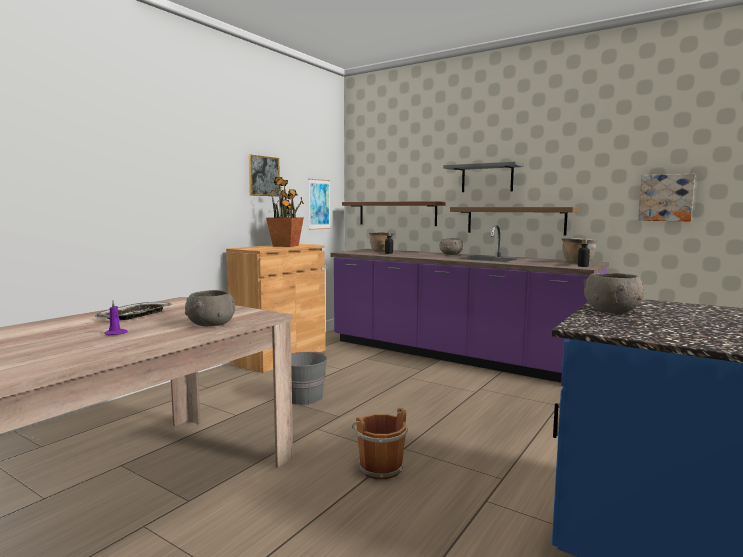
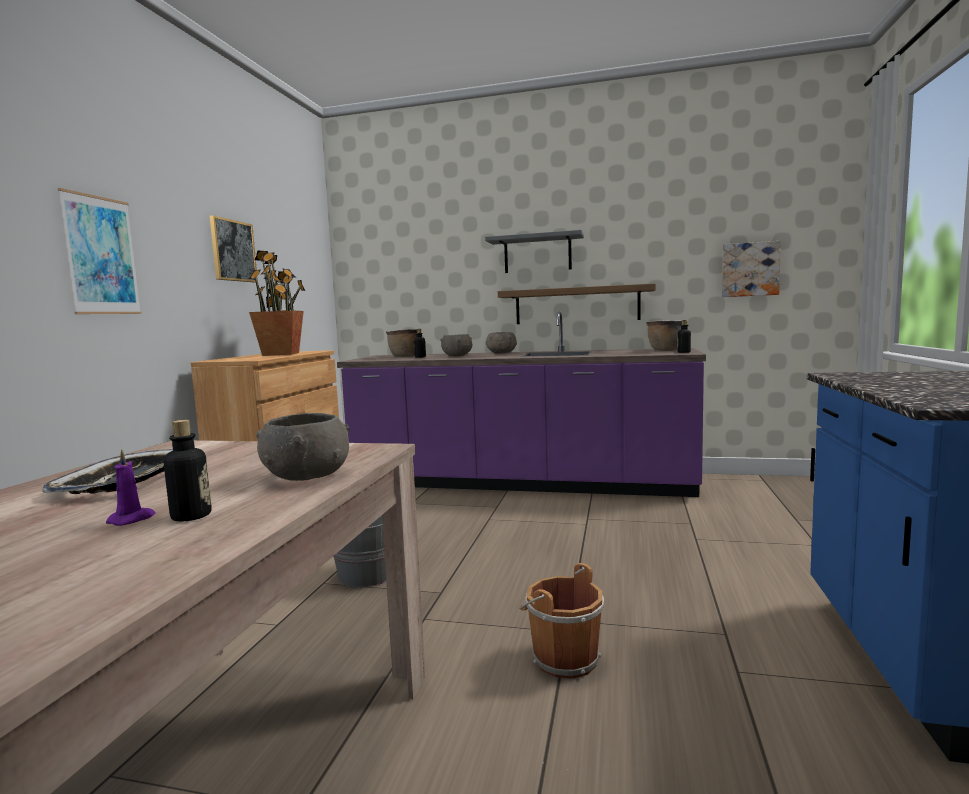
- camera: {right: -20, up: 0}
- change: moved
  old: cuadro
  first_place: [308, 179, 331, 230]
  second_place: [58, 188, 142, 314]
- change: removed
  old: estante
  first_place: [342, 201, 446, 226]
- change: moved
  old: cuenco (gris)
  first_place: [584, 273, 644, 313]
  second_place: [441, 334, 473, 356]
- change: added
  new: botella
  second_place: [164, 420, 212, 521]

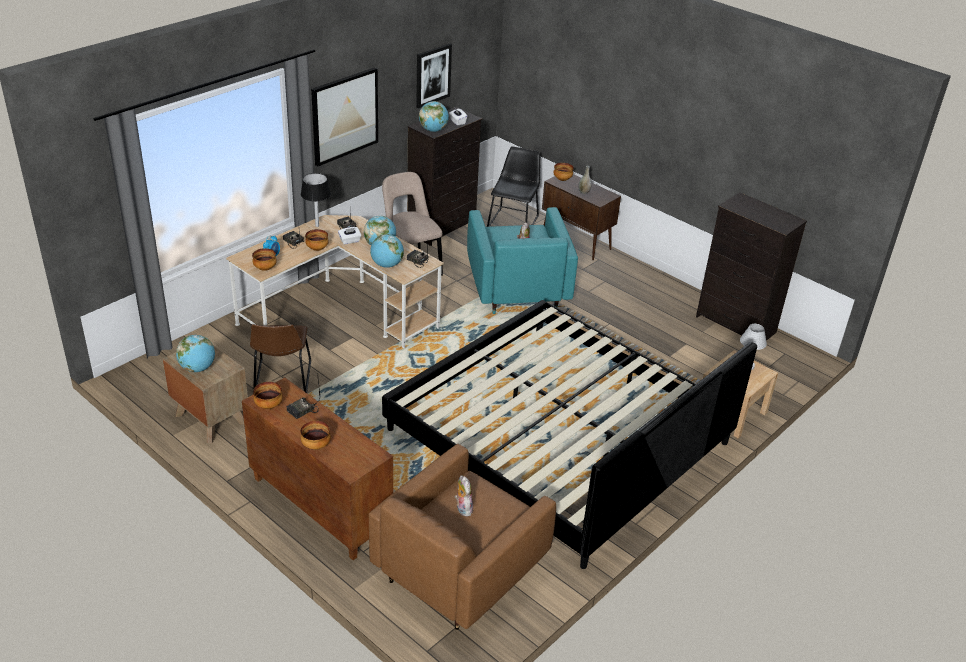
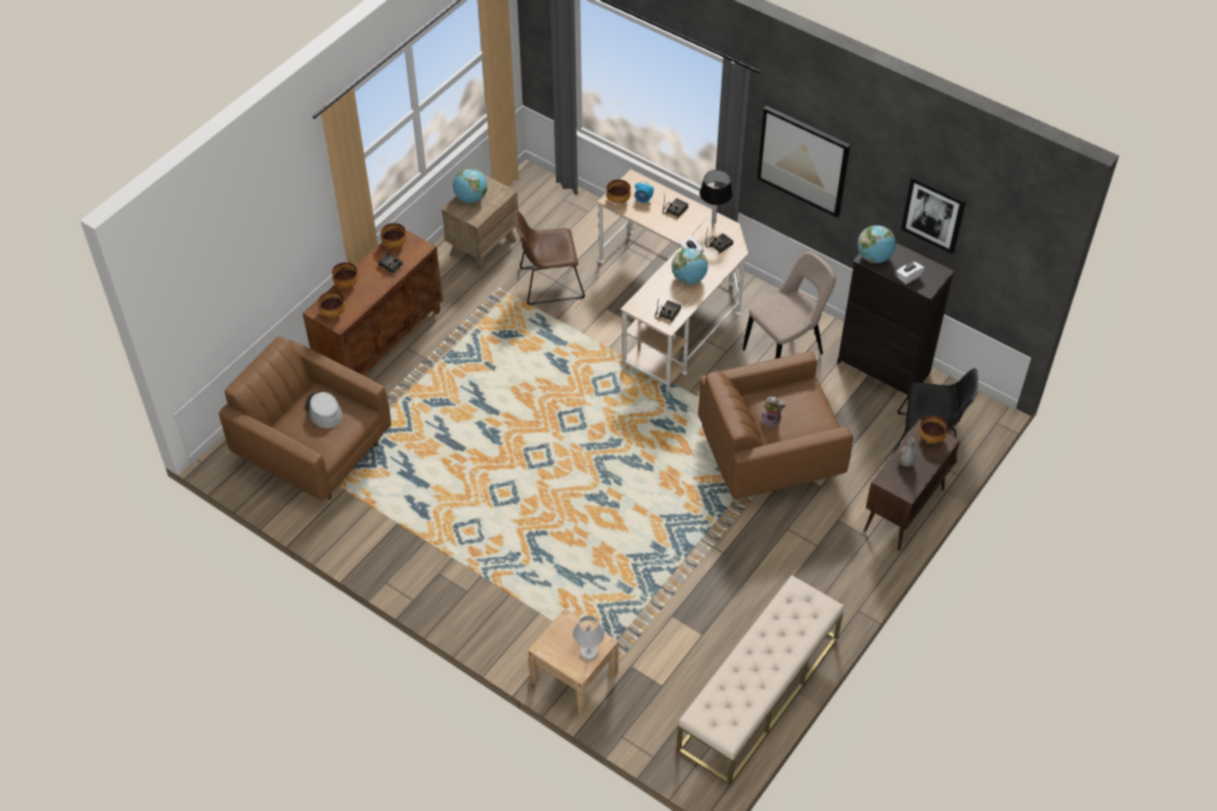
- camera: {right: 85, up: 15}
- change: replaced
  old: cómoda (negro)
  new: banco (beis)
  first_place: [696, 192, 807, 341]
  second_place: [676, 575, 844, 785]
- change: recoloured
  old: sillón (turquesa)
  new: sillón (marrón)
  first_place: [467, 207, 578, 314]
  second_place: [698, 351, 853, 499]
- change: moved
  old: cuenco
  first_place: [305, 229, 329, 251]
  second_place: [318, 291, 345, 317]
- change: removed
  old: globo terráqueo
  first_place: [370, 234, 404, 268]
- change: removed
  old: cama
  first_place: [382, 300, 757, 569]
- change: replaced
  old: peluche
  new: sombrero (gris)
  first_place: [455, 475, 473, 516]
  second_place: [305, 392, 343, 429]

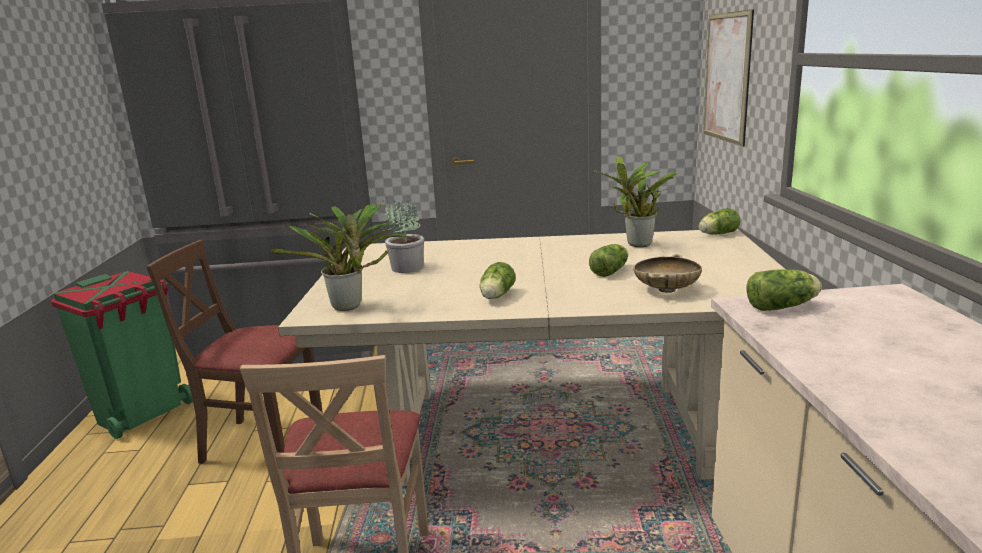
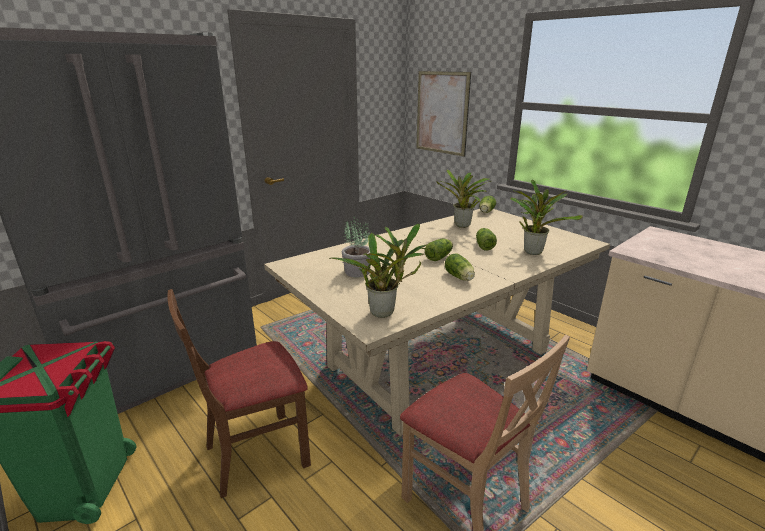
- camera: {right: -40, up: 5}
- change: replaced
  old: cuenco (beis)
  new: planta en maceta
  first_place: [634, 254, 702, 293]
  second_place: [511, 180, 583, 255]
- change: moved
  old: lechuga
  first_place: [746, 269, 822, 311]
  second_place: [425, 239, 453, 261]

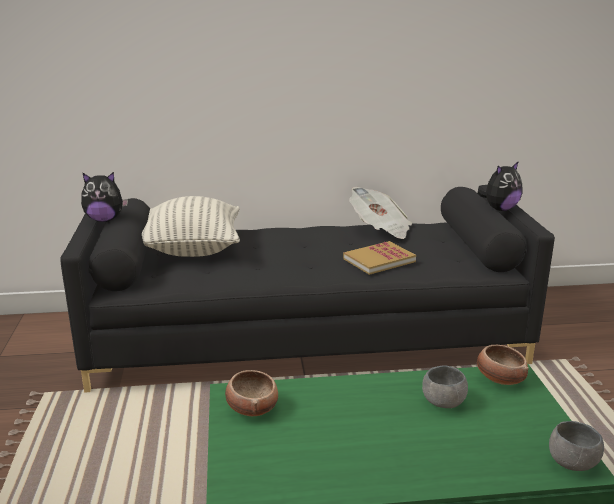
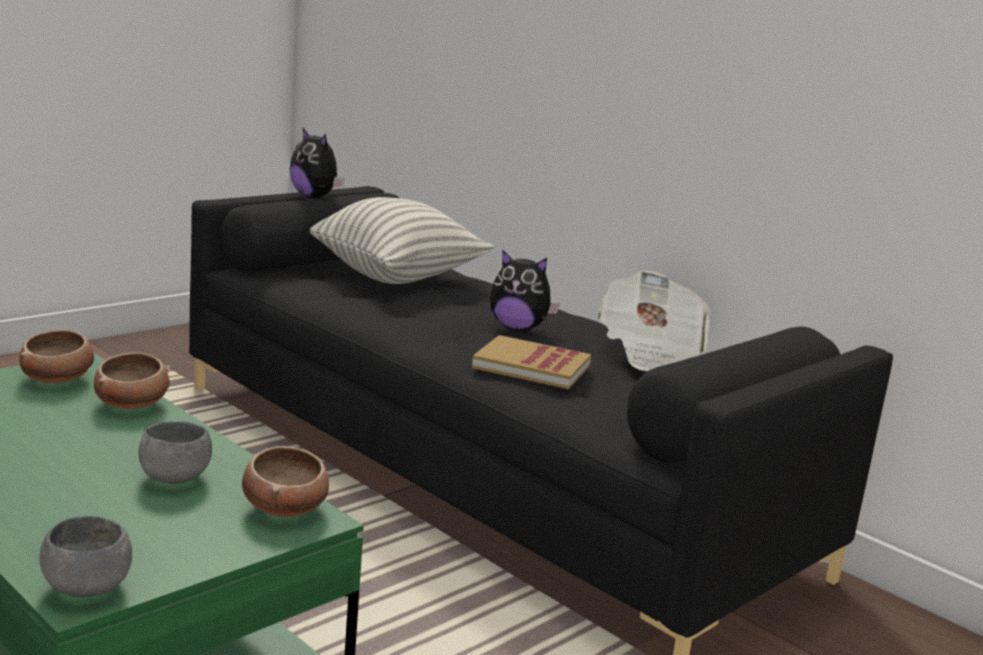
- camera: {right: 50, up: -5}
- change: moved
  old: peluche
  first_place: [477, 161, 522, 211]
  second_place: [490, 250, 560, 331]
- change: added
  new: cuenco
  second_place: [94, 352, 169, 409]

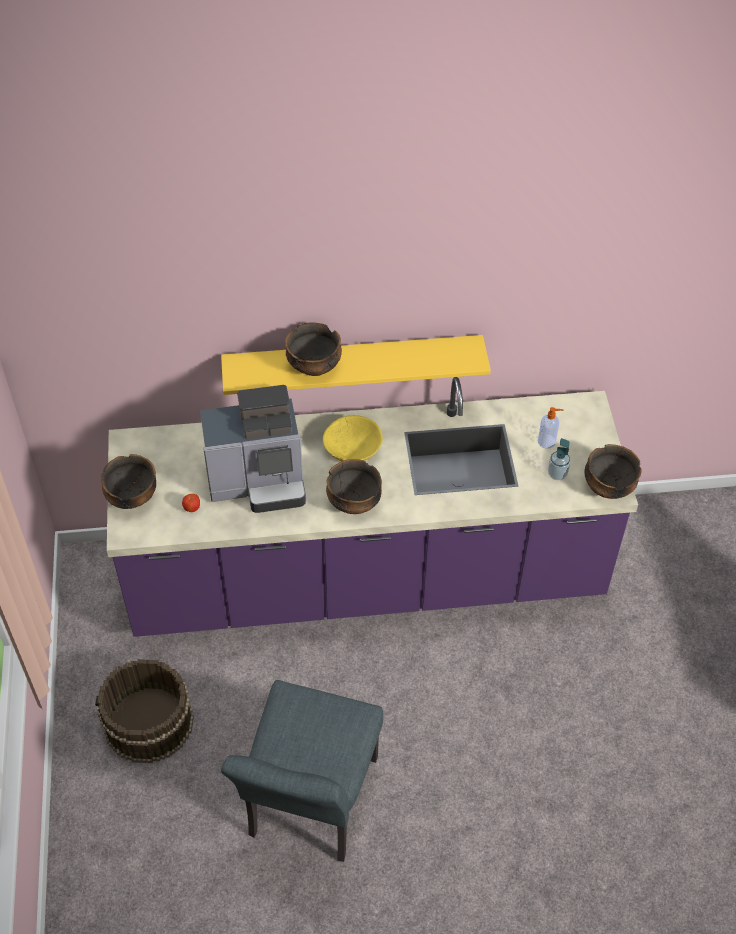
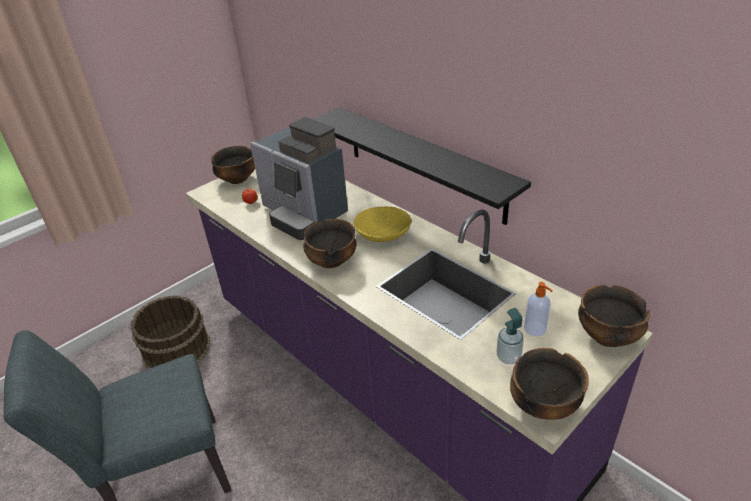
- camera: {right: 55, up: -15}
- change: moved
  old: cuenco
  first_place: [285, 322, 342, 376]
  second_place: [578, 285, 651, 347]
- change: recoloured
  old: estante (amarillo)
  new: estante (negro)
  first_place: [221, 335, 491, 395]
  second_place: [313, 107, 531, 225]

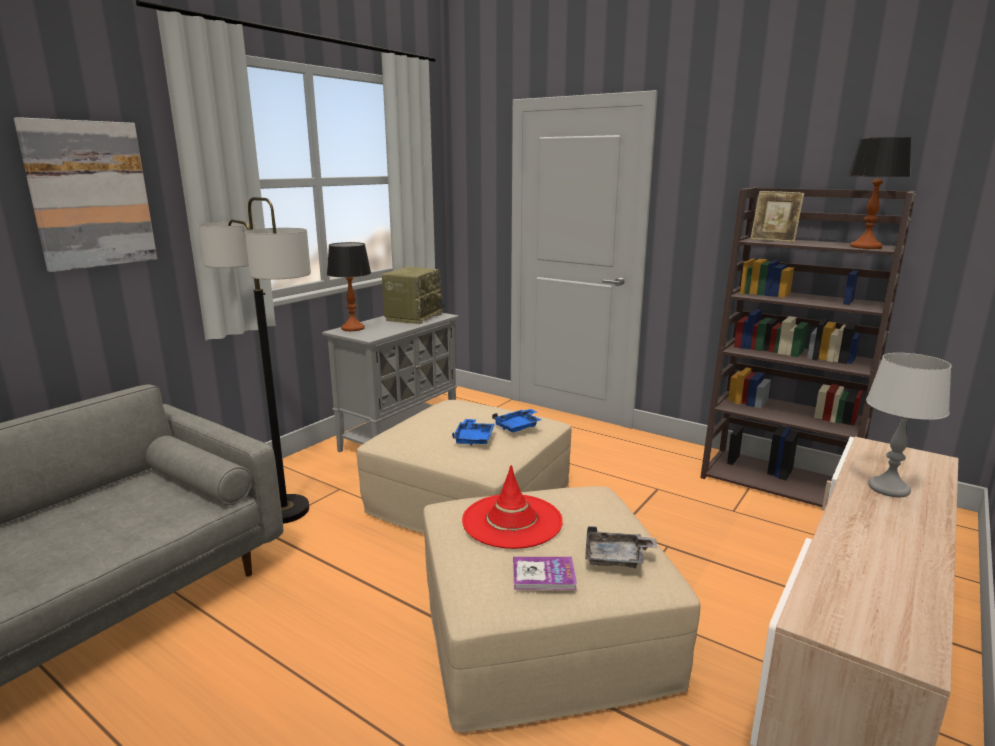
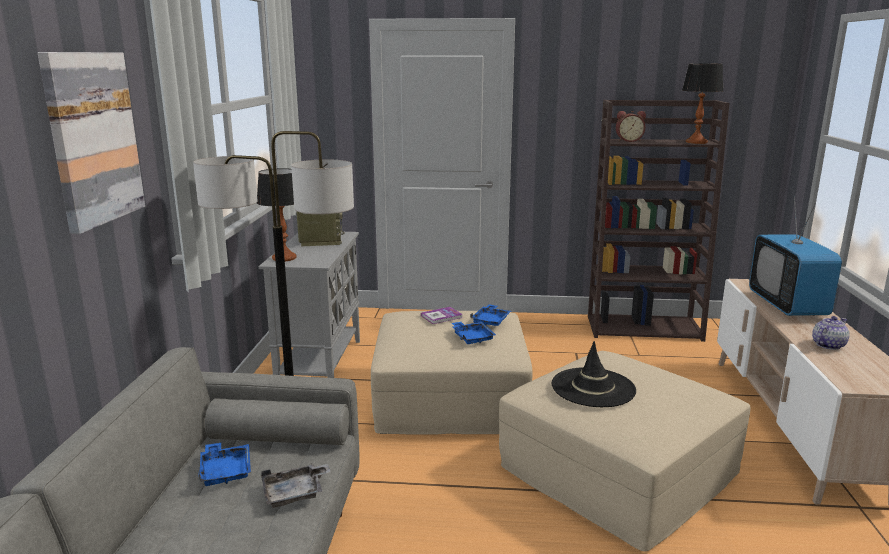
- camera: {right: -30, up: 0}
- change: replaced
  old: portarretratos
  new: despertador
  first_place: [750, 191, 804, 242]
  second_place: [616, 111, 646, 142]
- change: replaced
  old: lámpara de mesa (gris)
  new: televisor
  first_place: [866, 353, 952, 497]
  second_place: [749, 195, 842, 316]
- change: recoloured
  old: sombrero (rojo)
  new: sombrero (negro)
  first_place: [462, 465, 563, 549]
  second_place: [552, 341, 636, 407]
- change: moved
  old: bandeja (gris)
  first_place: [585, 526, 657, 568]
  second_place: [261, 464, 331, 508]
- change: moved
  old: libro
  first_place: [513, 557, 577, 590]
  second_place: [421, 307, 463, 324]
- change: added
  new: tetera
  second_place: [812, 316, 850, 350]
- change: added
  new: bandeja (azul)
  second_place: [199, 443, 251, 486]

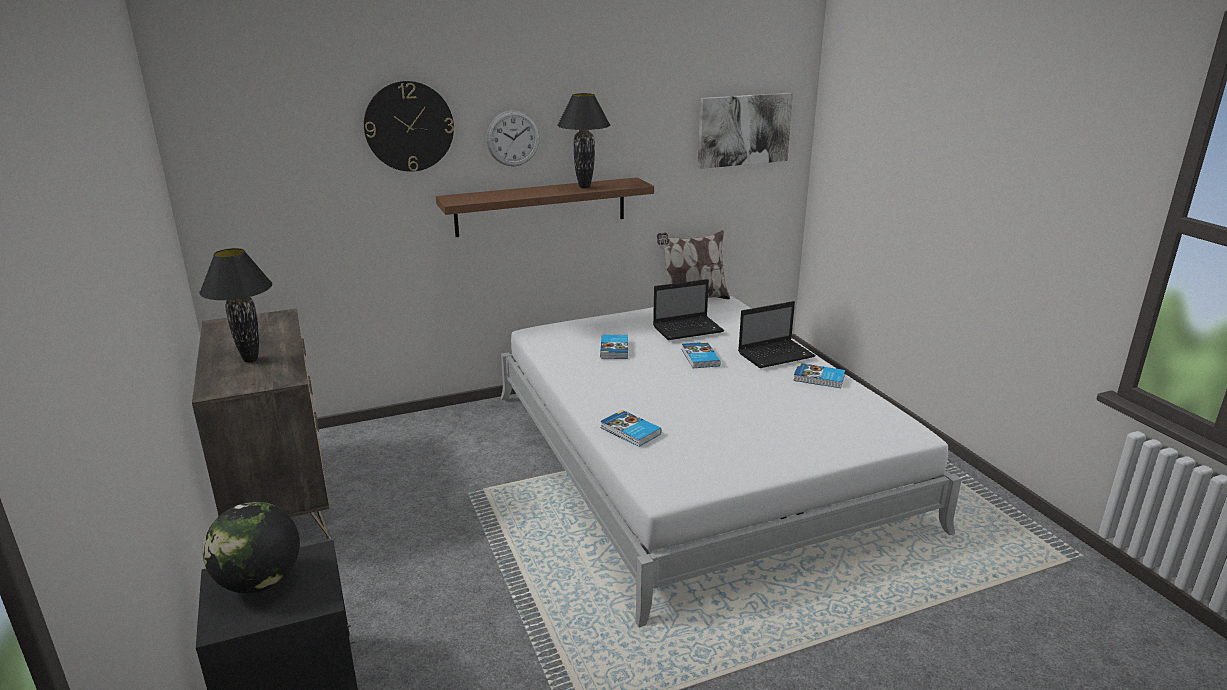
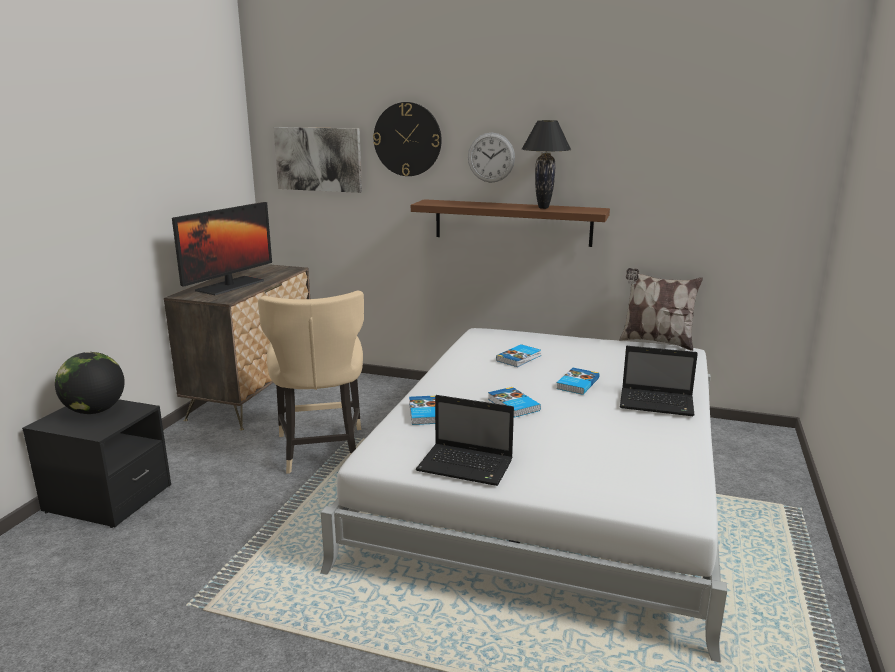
- camera: {right: 40, up: -5}
- change: moved
  old: cuadro
  first_place: [698, 93, 793, 169]
  second_place: [273, 127, 362, 193]
- change: replaced
  old: lámpara de mesa (negro)
  new: monitor
  first_place: [199, 248, 272, 363]
  second_place: [172, 202, 272, 295]
- change: moved
  old: portátil
  first_place: [653, 279, 724, 340]
  second_place: [416, 395, 514, 486]
- change: moved
  old: libro
  first_place: [793, 363, 845, 388]
  second_place: [488, 387, 541, 417]
- change: added
  new: silla (beis)
  second_place: [258, 290, 364, 474]

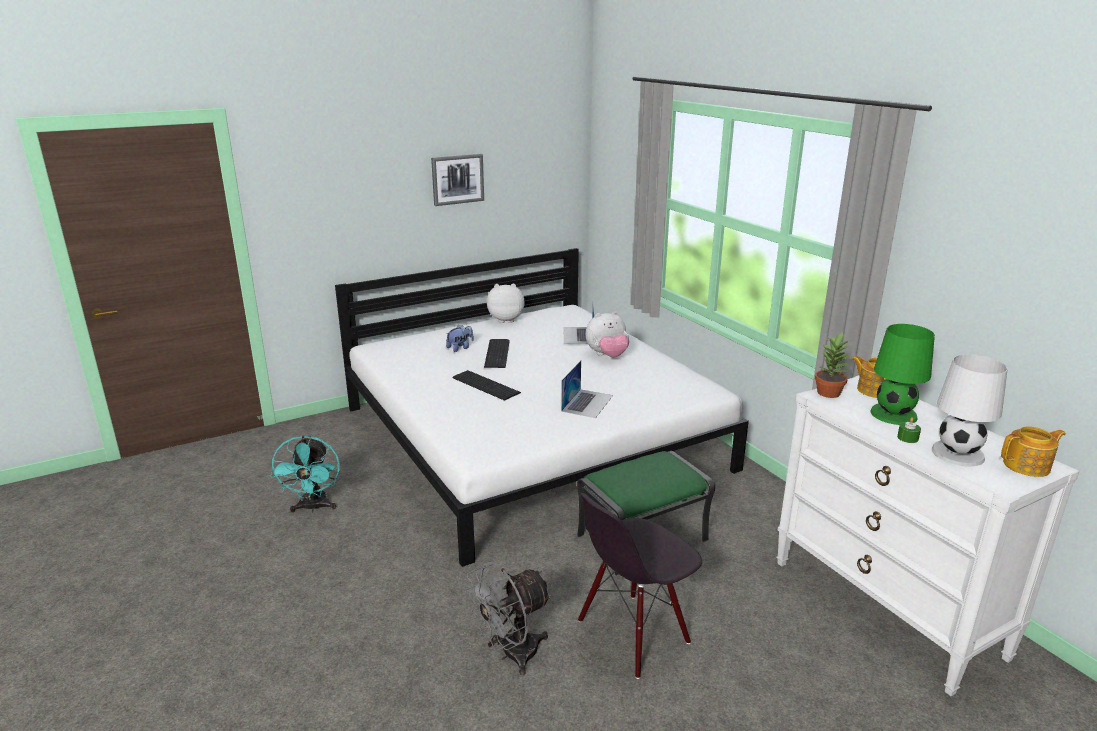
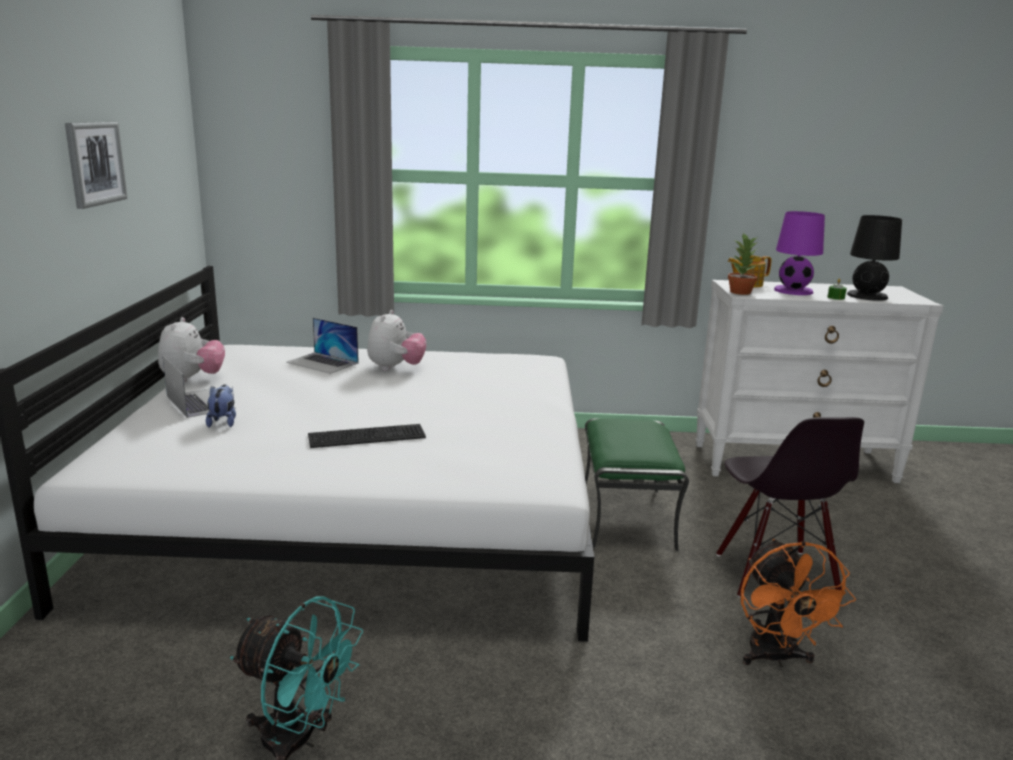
- camera: {right: -60, up: -5}
- change: turned
  old: peluche
  first_place: [487, 284, 525, 323]
  second_place: [158, 317, 225, 382]
  degrees: 150
- change: recoloured
  old: lámpara de mesa (verde)
  new: lámpara de mesa (morado)
  first_place: [870, 324, 935, 425]
  second_place: [774, 211, 825, 295]
- change: removed
  old: teclado
  first_place: [484, 339, 510, 368]
- change: recoloured
  old: lámpara de mesa (blanco)
  new: lámpara de mesa (negro)
  first_place: [932, 355, 1008, 466]
  second_place: [847, 215, 902, 301]
- change: moved
  old: portátil
  first_place: [561, 361, 613, 418]
  second_place: [163, 356, 236, 418]
- change: removed
  old: tetera
  first_place: [1001, 426, 1066, 477]
- change: recoloured
  old: ventilador (gris)
  new: ventilador (naranja)
  first_place: [465, 562, 552, 675]
  second_place: [741, 539, 856, 667]

